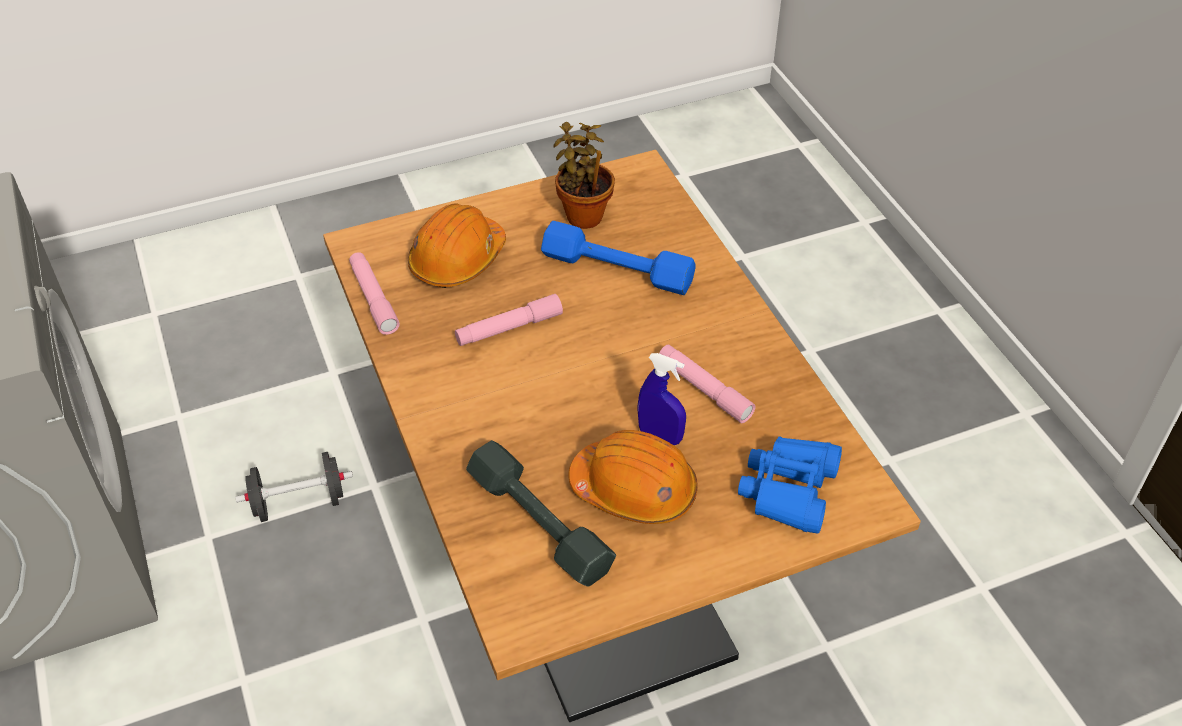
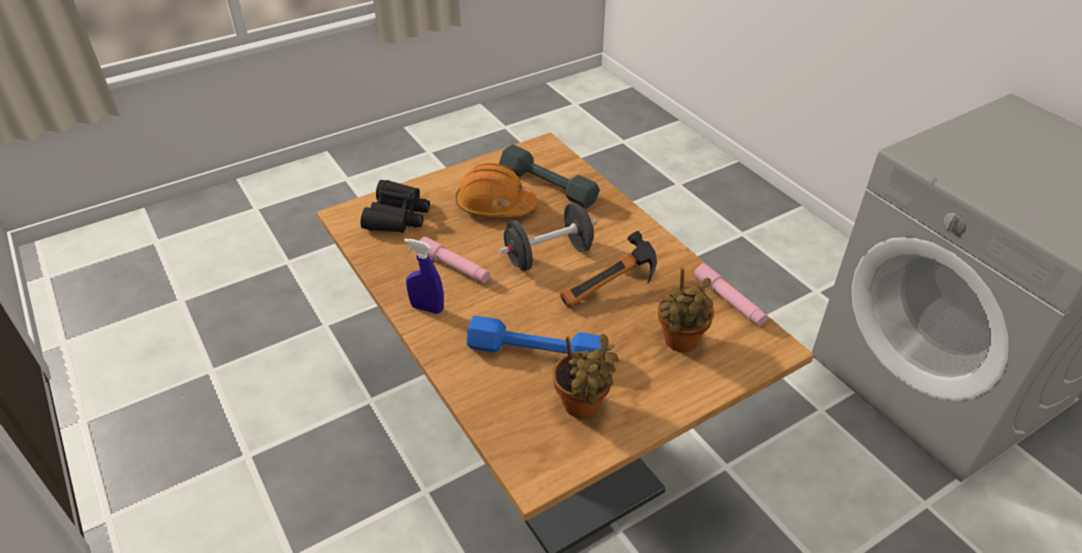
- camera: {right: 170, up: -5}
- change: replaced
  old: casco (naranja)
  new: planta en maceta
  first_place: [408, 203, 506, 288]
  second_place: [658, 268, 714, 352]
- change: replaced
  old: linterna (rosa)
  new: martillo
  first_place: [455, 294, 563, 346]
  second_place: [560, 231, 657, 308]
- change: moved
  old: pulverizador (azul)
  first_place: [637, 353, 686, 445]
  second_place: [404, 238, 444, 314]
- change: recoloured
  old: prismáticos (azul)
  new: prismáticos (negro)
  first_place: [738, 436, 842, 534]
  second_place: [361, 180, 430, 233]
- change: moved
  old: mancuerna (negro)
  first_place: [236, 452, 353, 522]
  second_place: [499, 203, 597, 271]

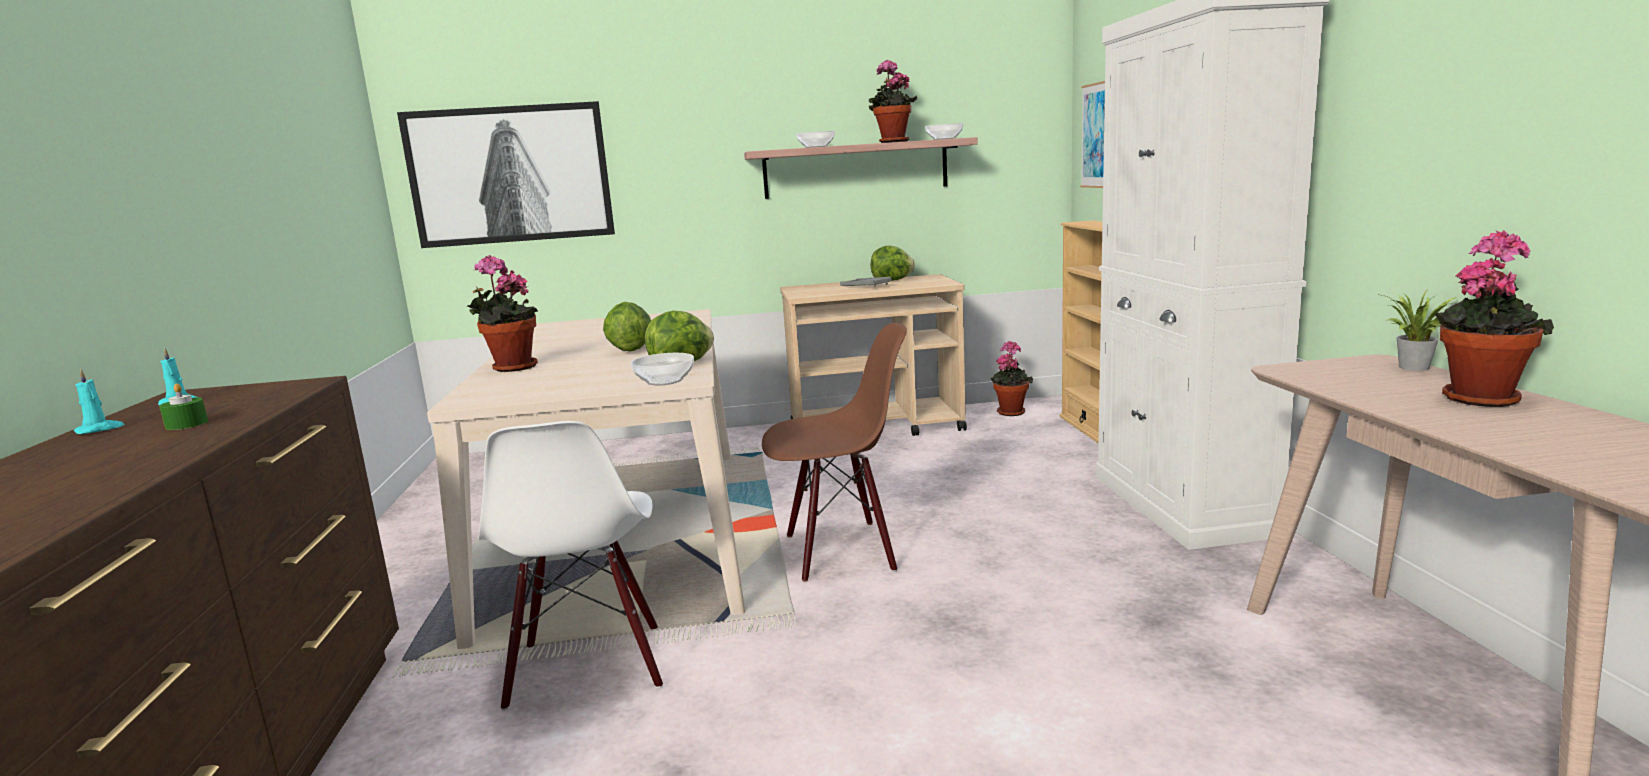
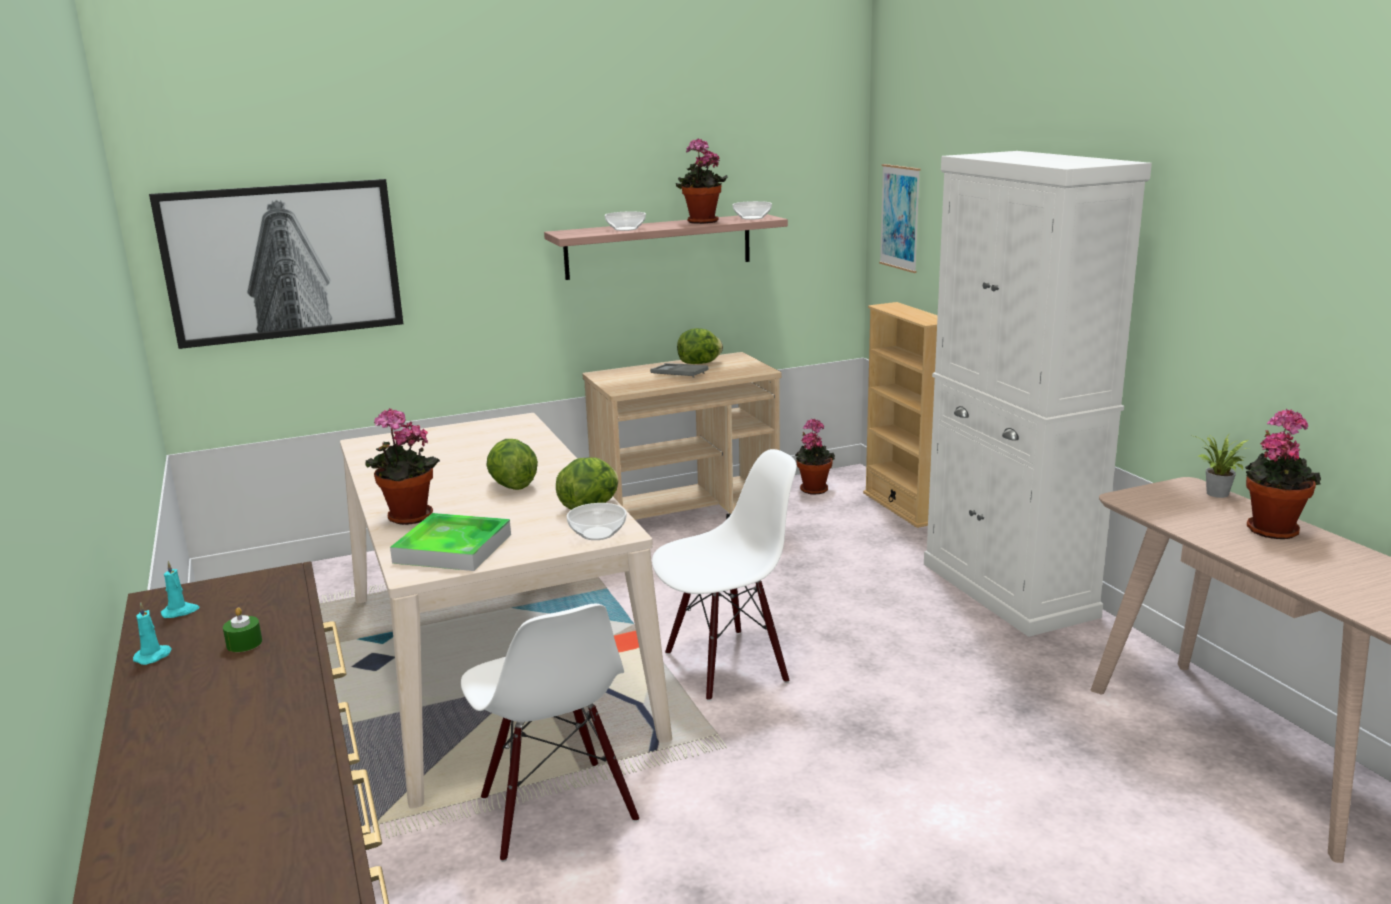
- camera: {right: -15, up: 5}
- change: recoloured
  old: silla (marrón)
  new: silla (blanco)
  first_place: [762, 323, 907, 582]
  second_place: [652, 449, 797, 701]
- change: added
  new: bandeja
  second_place: [390, 513, 511, 571]

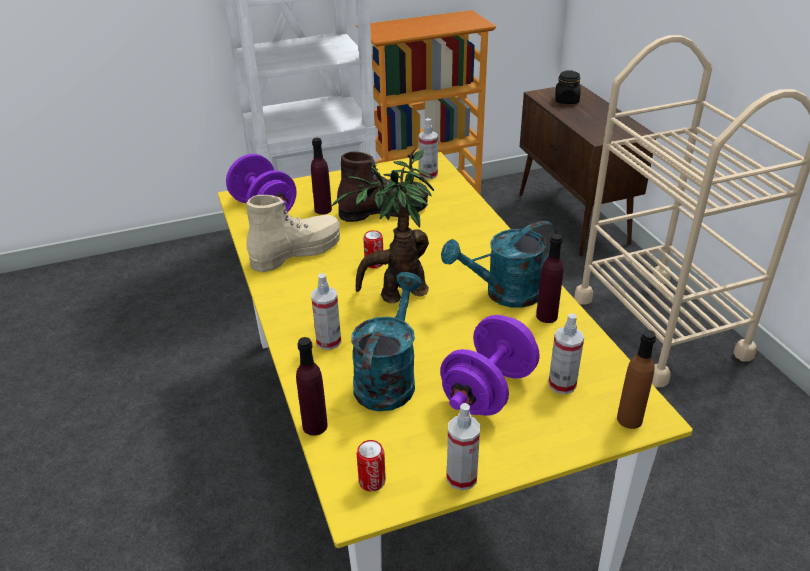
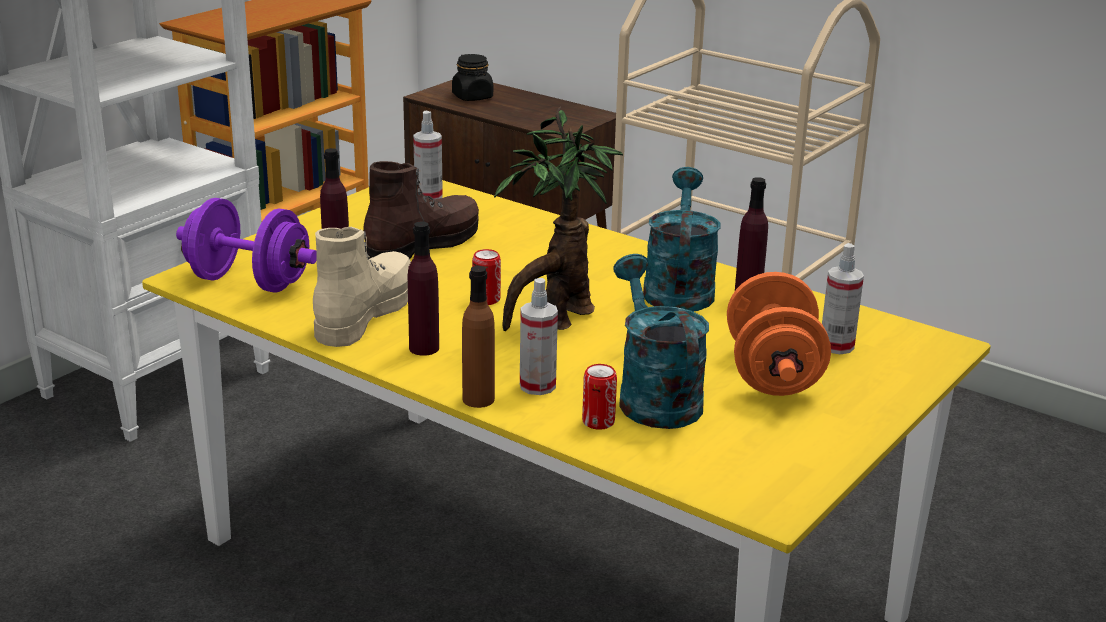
- camera: {right: -35, up: -10}
- change: turned
  old: regadera (turquesa)
  first_place: [441, 221, 558, 308]
  second_place: [643, 167, 720, 311]
  degrees: 150
- change: recoloured
  old: mancuerna (morado)
  new: mancuerna (naranja)
  first_place: [440, 315, 539, 416]
  second_place: [727, 272, 831, 396]
- change: moved
  old: botella (marrón)
  first_place: [617, 330, 656, 429]
  second_place: [462, 266, 495, 408]
- change: moved
  old: botella (morado)
  first_place: [296, 337, 328, 436]
  second_place: [408, 222, 439, 356]
- change: removed
  old: pulverizador
  first_place: [447, 403, 480, 490]
- change: moved
  old: lata
  first_place: [357, 440, 386, 492]
  second_place: [582, 364, 617, 430]

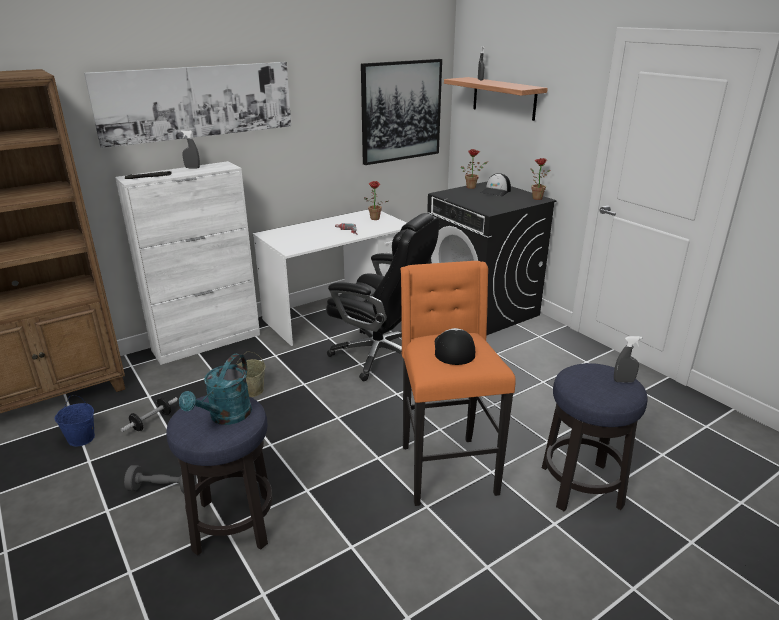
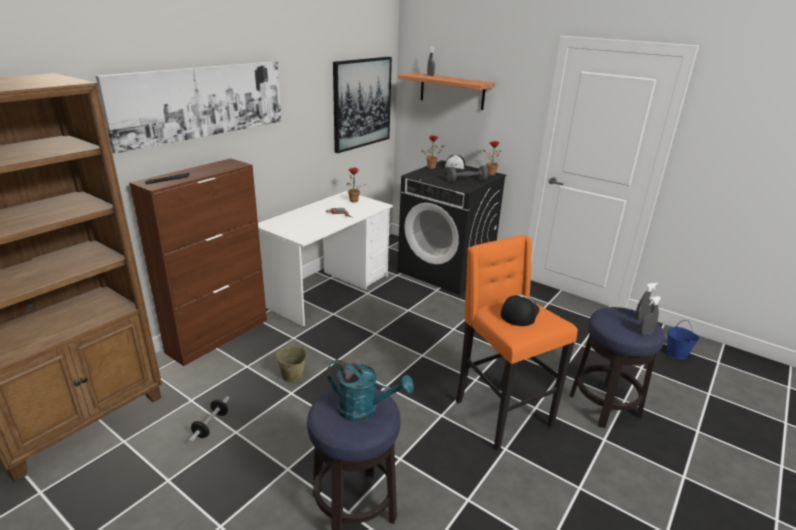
- camera: {right: -20, up: 0}
- change: moved
  old: pulverizador (gris)
  first_place: [181, 130, 200, 168]
  second_place: [639, 296, 661, 334]
- change: recoloured
  old: armario (blanco)
  new: armario (marrón)
  first_place: [115, 161, 260, 365]
  second_place: [129, 158, 267, 366]
- change: removed
  old: silla de oficina (negro)
  first_place: [326, 213, 440, 381]
- change: turned
  old: gorra
  first_place: [435, 328, 475, 365]
  second_place: [501, 295, 540, 326]
  degrees: 45
- change: turned
  old: regadera (turquesa)
  first_place: [179, 354, 252, 425]
  second_place: [327, 360, 414, 421]
  degrees: -75
- change: moved
  old: cubo (azul)
  first_place: [54, 395, 95, 446]
  second_place: [667, 320, 699, 359]
- change: moved
  old: mancuerna (gris)
  first_place: [124, 465, 197, 493]
  second_place: [447, 165, 488, 183]

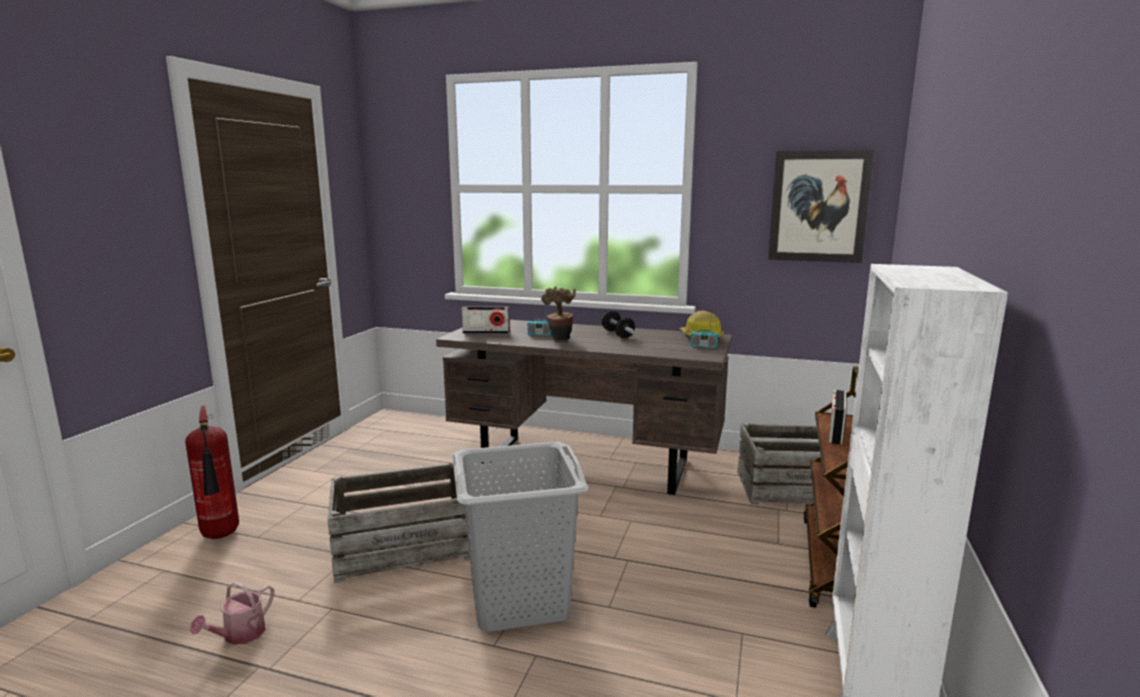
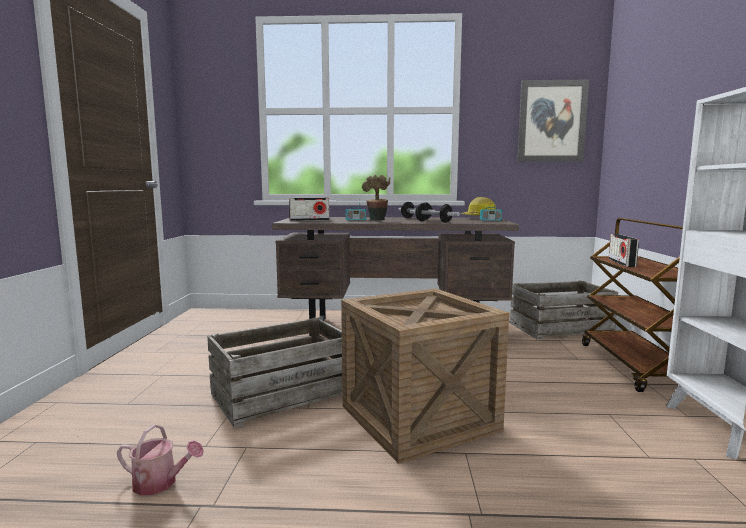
- camera: {right: -15, up: -5}
- change: removed
  old: extintor
  first_place: [185, 406, 239, 539]
- change: replaced
  old: cesto de la ropa (gris)
  new: caja de embalaje
  first_place: [452, 441, 588, 632]
  second_place: [341, 288, 509, 464]
- change: turned
  old: regadera
  first_place: [190, 582, 274, 645]
  second_place: [117, 424, 204, 496]
  degrees: -90
- change: added
  new: mancuerna
  second_place: [410, 203, 460, 223]

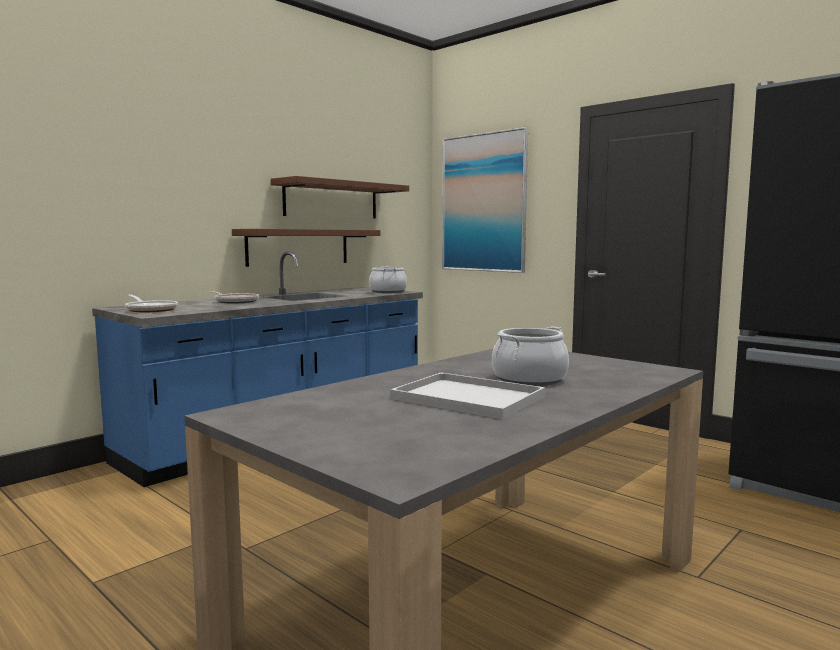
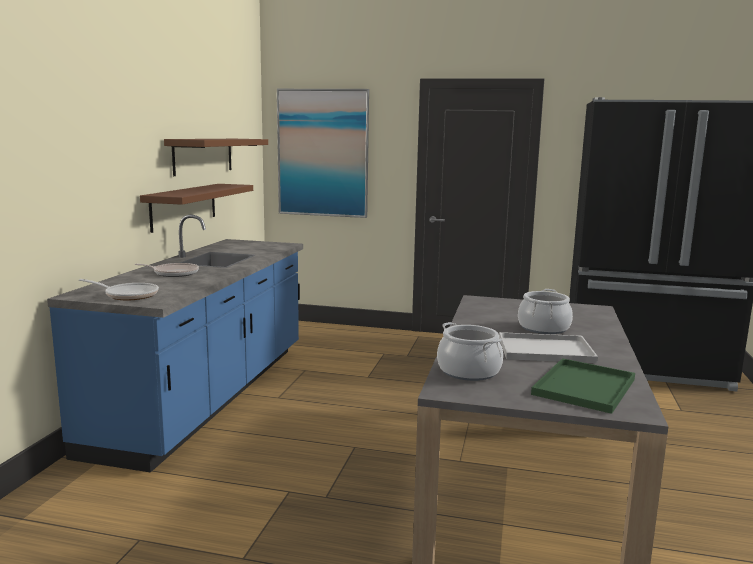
- camera: {right: -30, up: 5}
- change: moved
  old: olla
  first_place: [369, 266, 407, 293]
  second_place: [437, 322, 503, 381]
- change: added
  new: bandeja (verde)
  second_place: [531, 358, 635, 414]

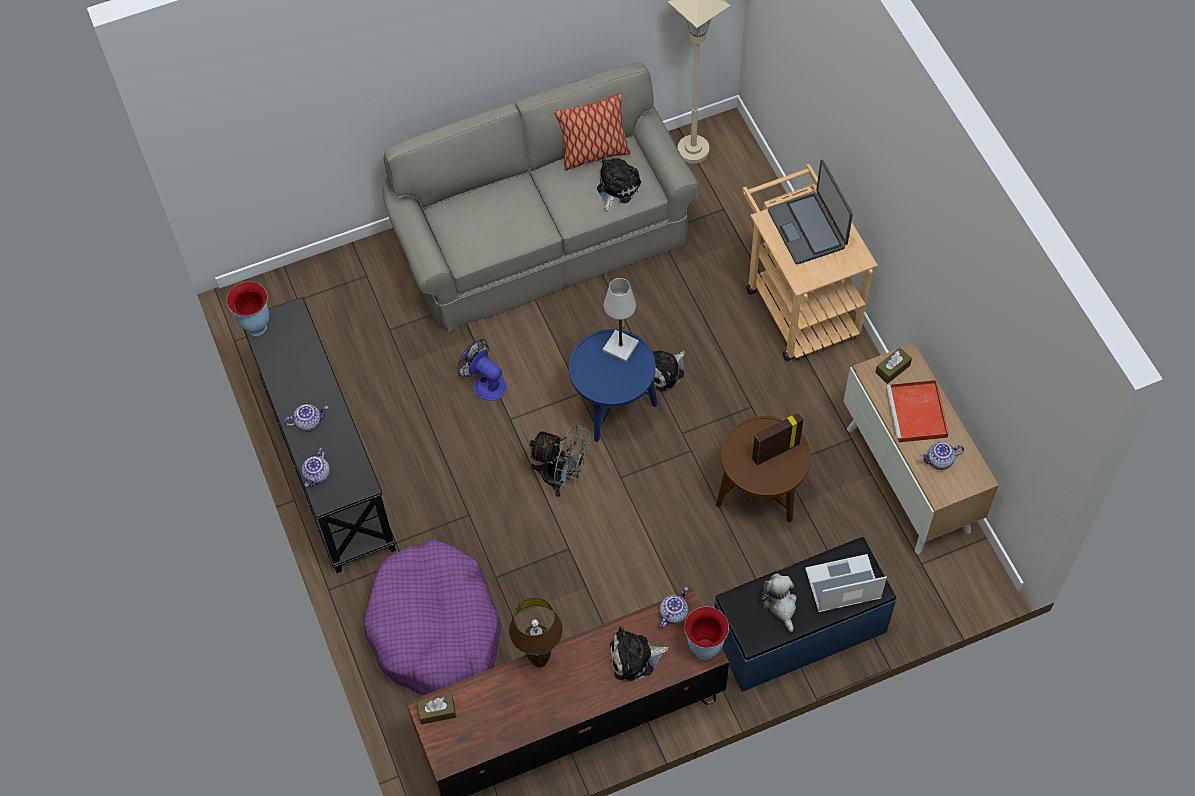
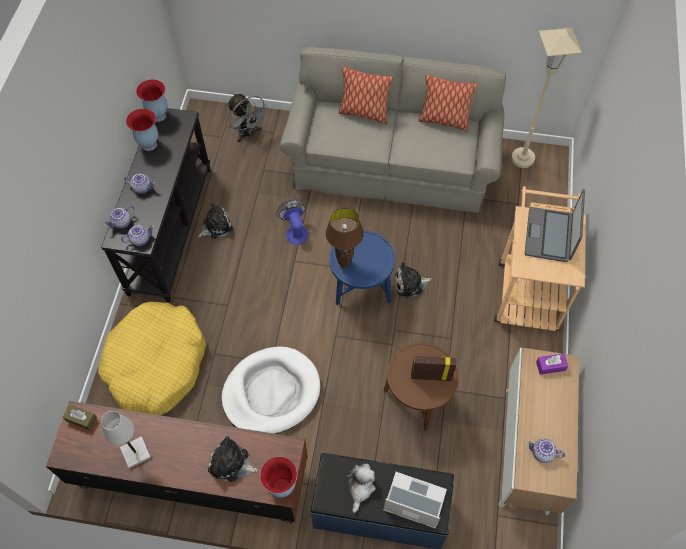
- camera: {right: 30, up: 0}
- change: moved
  old: peluche
  first_place: [597, 158, 641, 211]
  second_place: [198, 203, 233, 239]
- change: moved
  old: lámpara de mesa (blanco)
  first_place: [603, 278, 639, 362]
  second_place: [101, 411, 151, 469]
- change: recoloured
  old: caja de pañuelos (marrón)
  new: caja de pañuelos (morado)
  first_place: [875, 348, 912, 384]
  second_place: [536, 354, 568, 375]
- change: removed
  old: bandeja (rojo)
  first_place: [886, 380, 949, 443]
- change: moved
  old: ventilador (gris)
  first_place: [528, 423, 591, 497]
  second_place: [227, 94, 269, 142]
- change: recoloured
  old: cama para perro (morado)
  new: cama para perro (amarillo)
  first_place: [364, 540, 502, 696]
  second_place: [98, 301, 206, 415]
- change: moved
  old: tetera
  first_place: [660, 587, 688, 628]
  second_place: [121, 225, 154, 246]
- change: moved
  old: lámpara de mesa (marrón)
  first_place: [509, 598, 563, 668]
  second_place: [326, 208, 364, 268]
- change: added
  new: cojín
  second_place: [338, 66, 393, 124]
- change: added
  new: florero
  second_place: [126, 108, 158, 151]
- change: added
  new: cama para perro (blanco)
  second_place: [222, 346, 320, 434]

